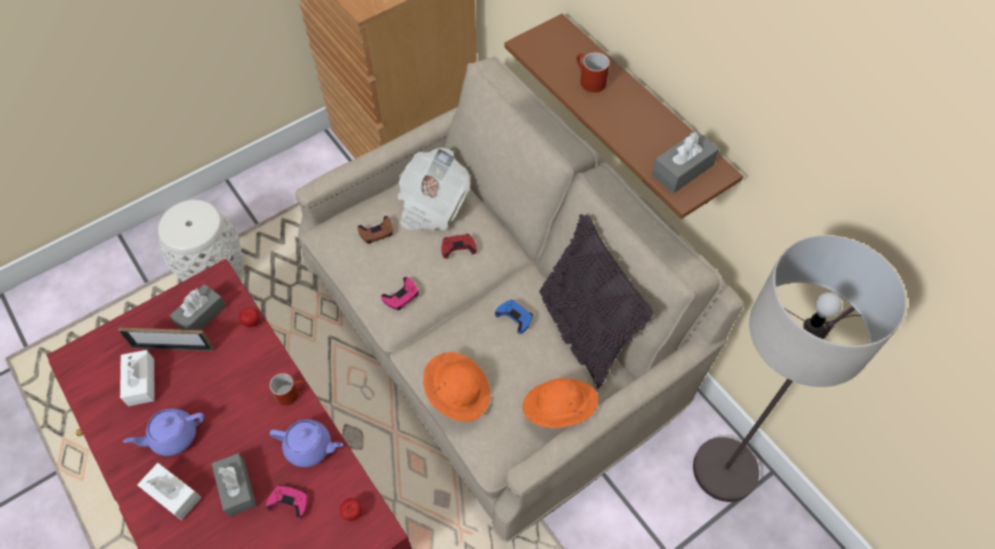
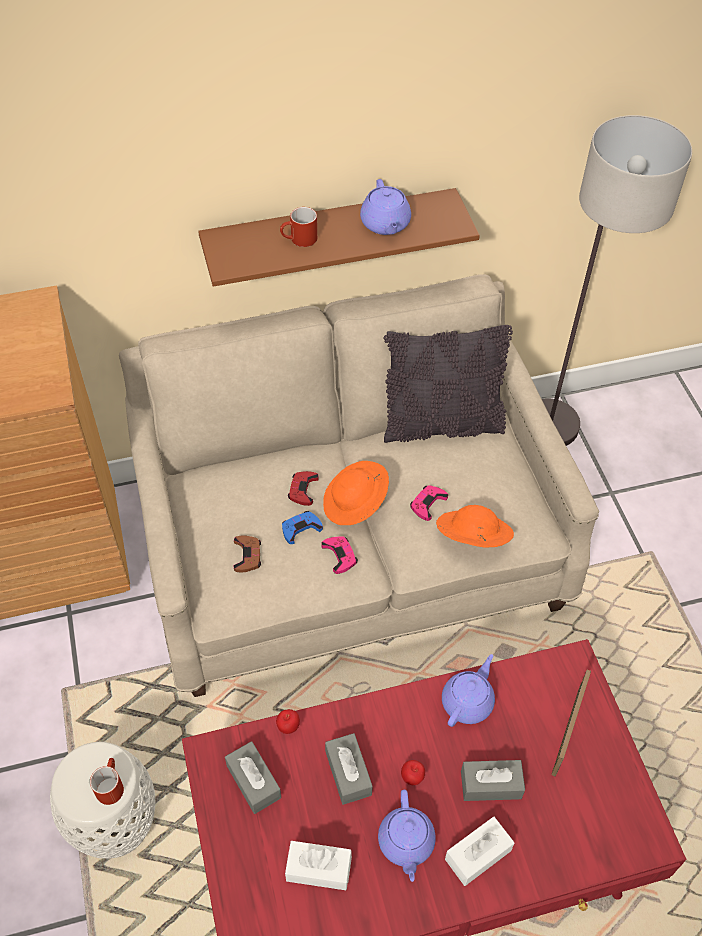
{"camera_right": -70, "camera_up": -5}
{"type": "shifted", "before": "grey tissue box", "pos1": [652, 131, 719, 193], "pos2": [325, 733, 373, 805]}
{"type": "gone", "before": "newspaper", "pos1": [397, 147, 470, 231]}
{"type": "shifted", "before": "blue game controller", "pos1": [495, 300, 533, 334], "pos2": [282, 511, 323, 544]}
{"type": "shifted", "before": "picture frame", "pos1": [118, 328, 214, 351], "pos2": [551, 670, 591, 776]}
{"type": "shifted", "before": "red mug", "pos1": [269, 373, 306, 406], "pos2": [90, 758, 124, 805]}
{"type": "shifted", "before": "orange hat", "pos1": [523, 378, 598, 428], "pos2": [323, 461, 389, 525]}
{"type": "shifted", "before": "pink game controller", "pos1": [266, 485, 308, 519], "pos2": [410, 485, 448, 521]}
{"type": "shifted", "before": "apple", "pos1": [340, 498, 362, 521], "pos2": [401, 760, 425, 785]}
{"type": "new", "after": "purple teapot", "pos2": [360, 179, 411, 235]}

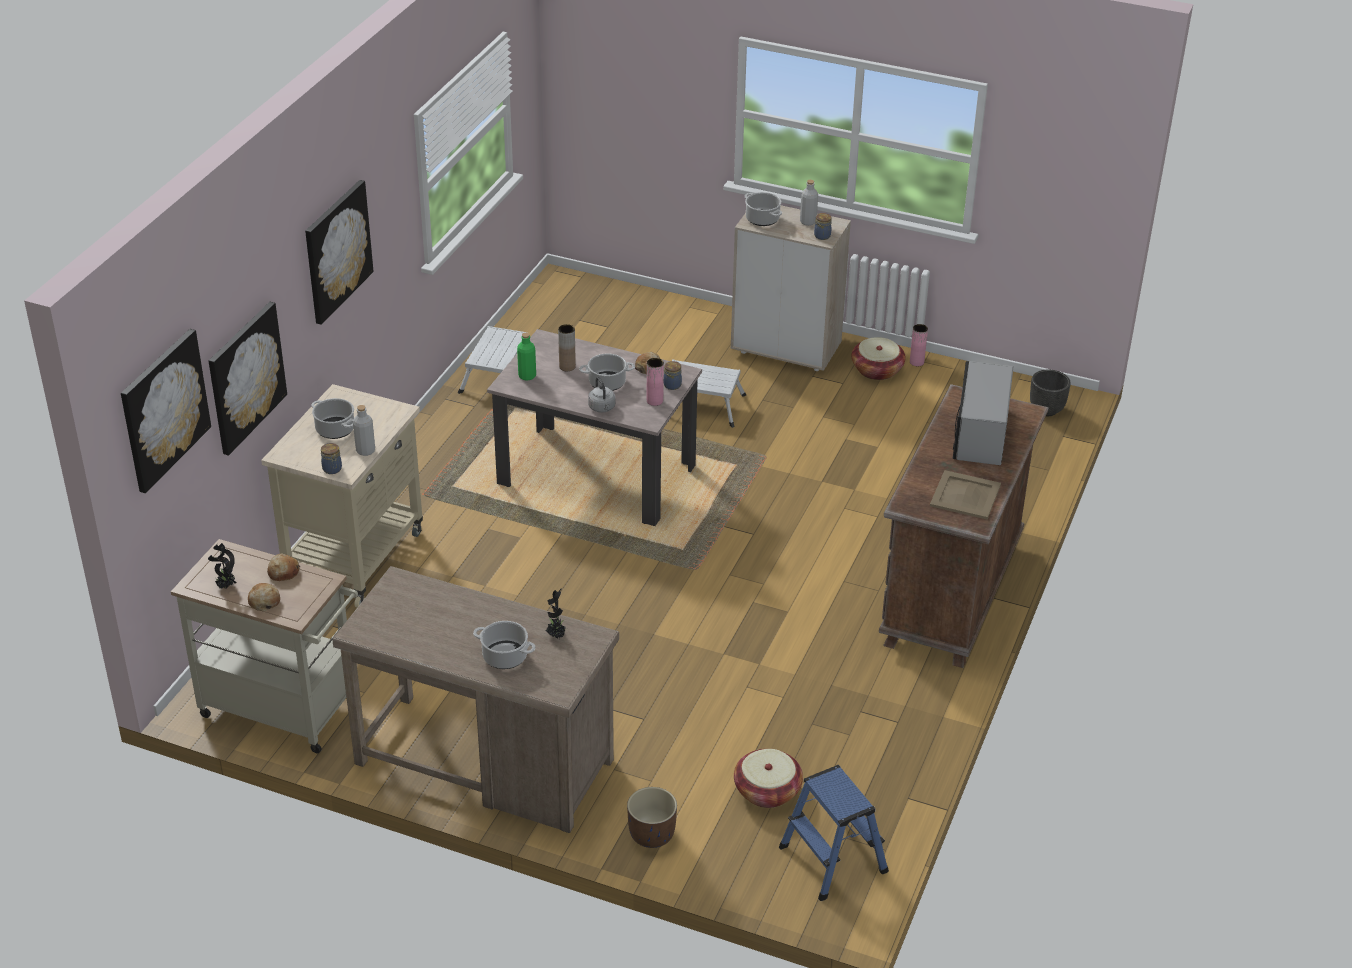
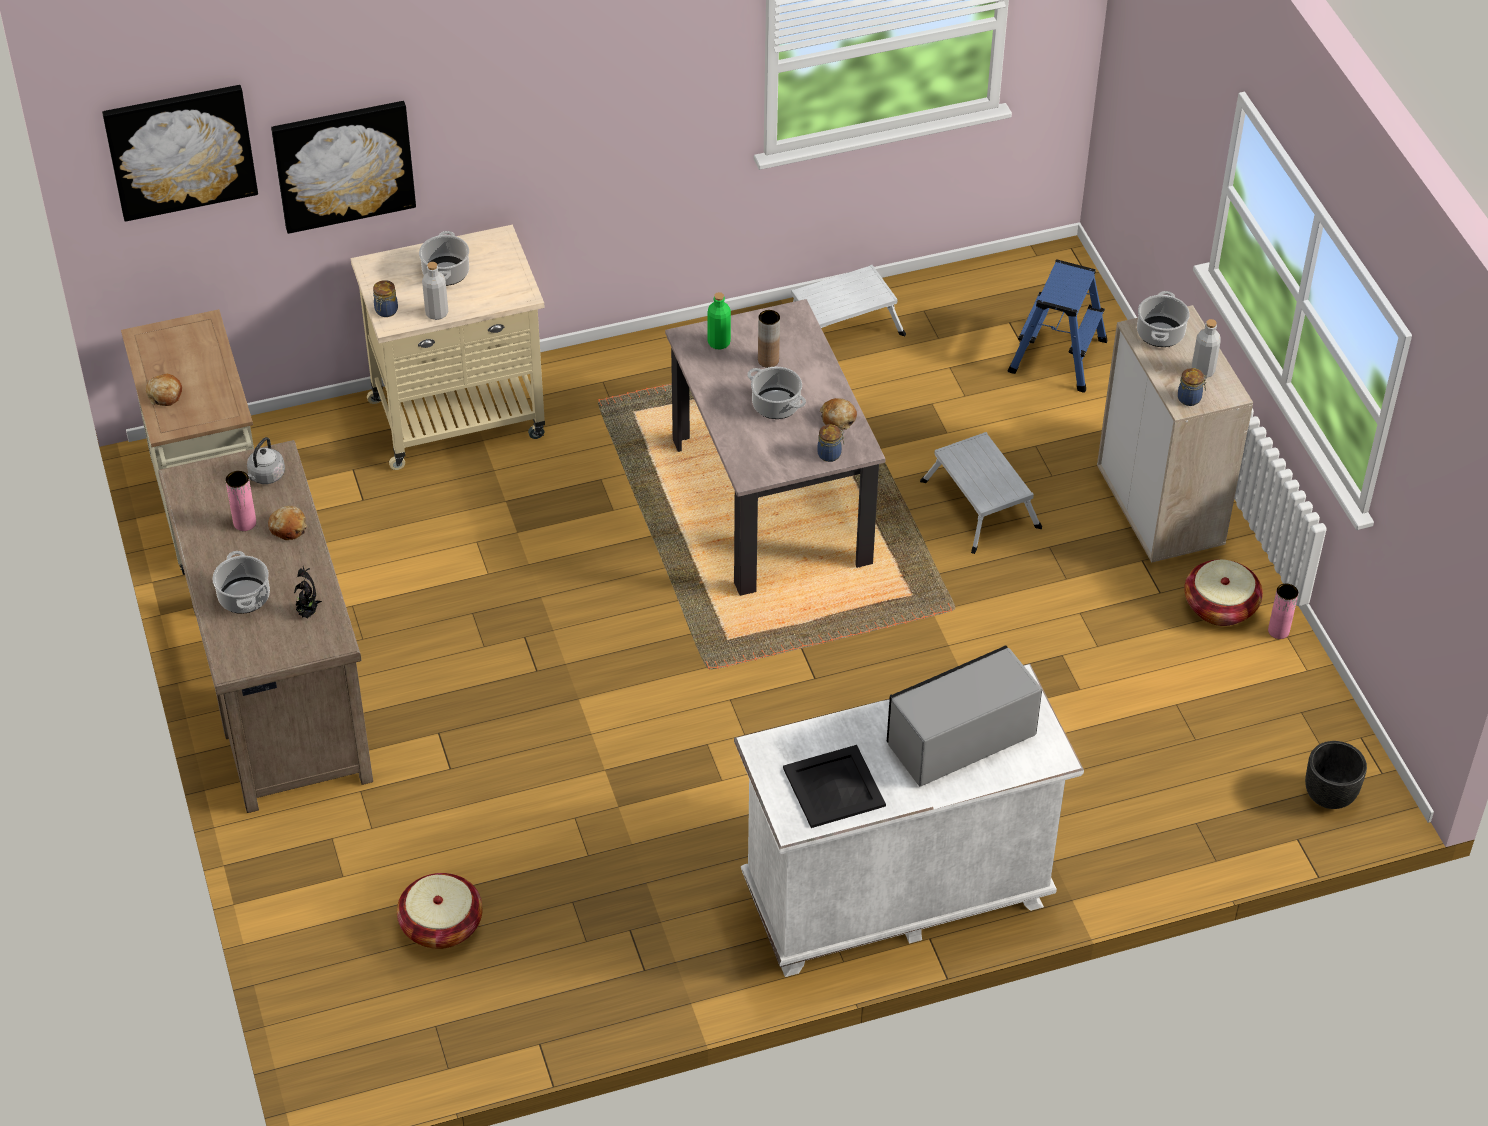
{"camera_right": 50, "camera_up": 10}
{"type": "gone", "before": "picture", "pos1": [305, 180, 374, 325]}
{"type": "shifted", "before": "pink vase", "pos1": [647, 358, 664, 406], "pos2": [225, 471, 256, 531]}
{"type": "shifted", "before": "grey kettle", "pos1": [588, 377, 616, 413], "pos2": [247, 437, 285, 484]}
{"type": "repainted", "before": "brown dresser", "after": "white dresser", "pos1": [879, 384, 1049, 668], "pos2": [734, 664, 1084, 977]}
{"type": "repainted", "before": "beige tray", "after": "black tray", "pos1": [930, 470, 1001, 520], "pos2": [783, 745, 886, 828]}
{"type": "gone", "before": "potted plant", "pos1": [208, 543, 237, 589]}
{"type": "shifted", "before": "bread", "pos1": [267, 554, 300, 581], "pos2": [268, 506, 307, 540]}
{"type": "shifted", "before": "blue step ladder", "pos1": [779, 765, 889, 901], "pos2": [1008, 259, 1108, 393]}
{"type": "gone", "before": "brown planter", "pos1": [627, 787, 677, 848]}

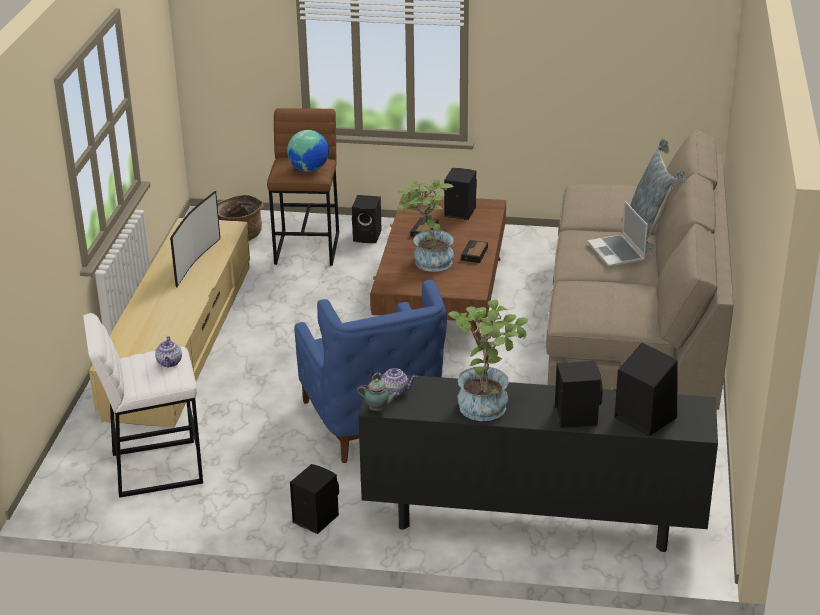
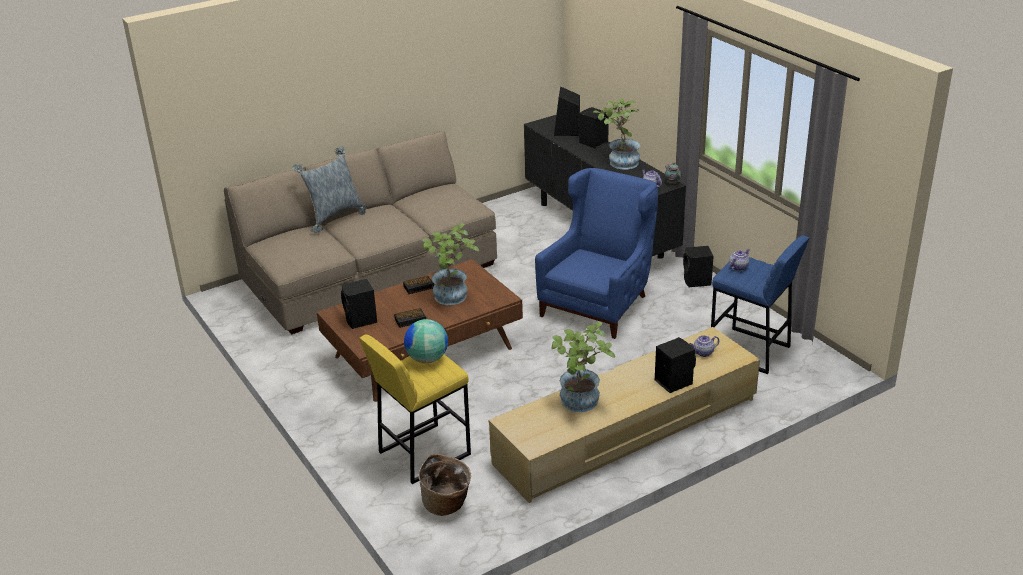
{"camera_right": -130, "camera_up": 0}
{"type": "repainted", "before": "brown stool", "after": "yellow stool", "pos1": [267, 108, 339, 266], "pos2": [359, 335, 471, 484]}
{"type": "swapped", "before": "television", "after": "potted plant", "pos1": [170, 191, 220, 287], "pos2": [551, 321, 615, 412]}
{"type": "shifted", "before": "black speaker", "pos1": [352, 195, 382, 243], "pos2": [655, 337, 696, 393]}
{"type": "gone", "before": "laptop", "pos1": [588, 201, 648, 267]}
{"type": "repainted", "before": "white stool", "after": "blue stool", "pos1": [83, 313, 203, 498], "pos2": [711, 235, 809, 374]}
{"type": "new", "after": "teapot", "pos2": [689, 335, 719, 357]}

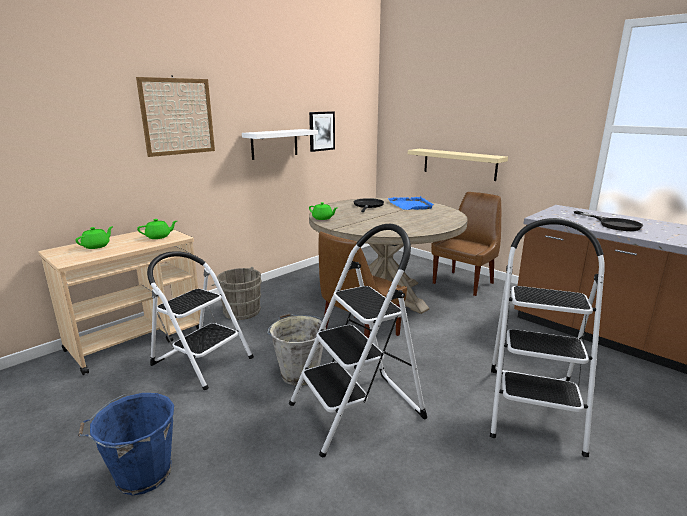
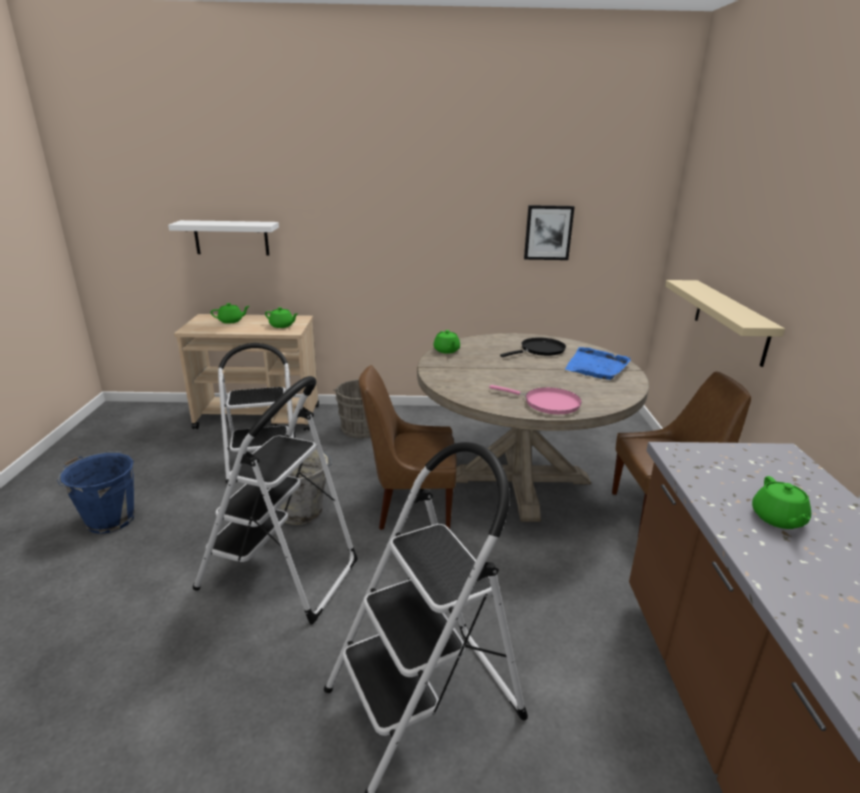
{"camera_right": 45, "camera_up": 5}
{"type": "gone", "before": "picture", "pos1": [136, 75, 215, 157]}
{"type": "shifted", "before": "white shelf", "pos1": [242, 129, 318, 160], "pos2": [168, 220, 279, 255]}
{"type": "swapped", "before": "black frying pan", "after": "green teapot", "pos1": [574, 211, 643, 231], "pos2": [752, 476, 811, 529]}
{"type": "new", "after": "pink frying pan", "pos2": [489, 385, 582, 414]}

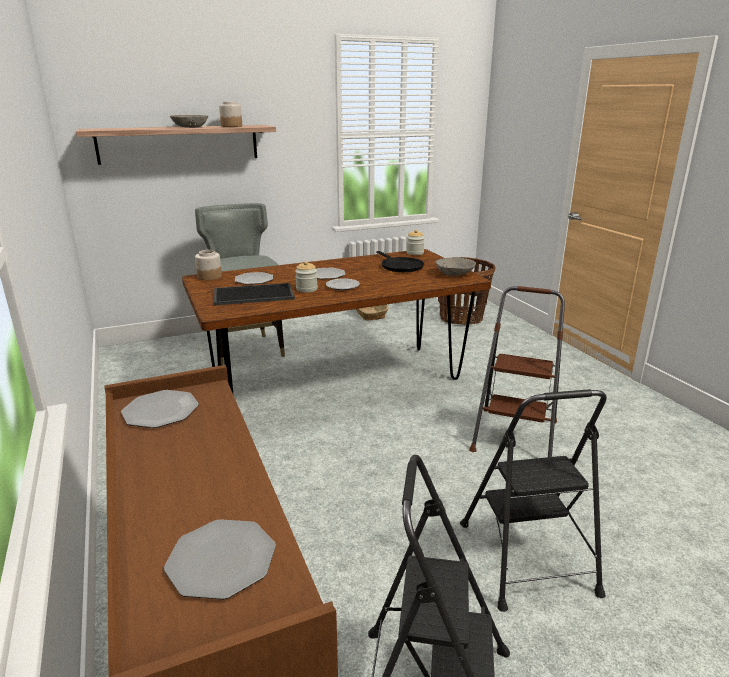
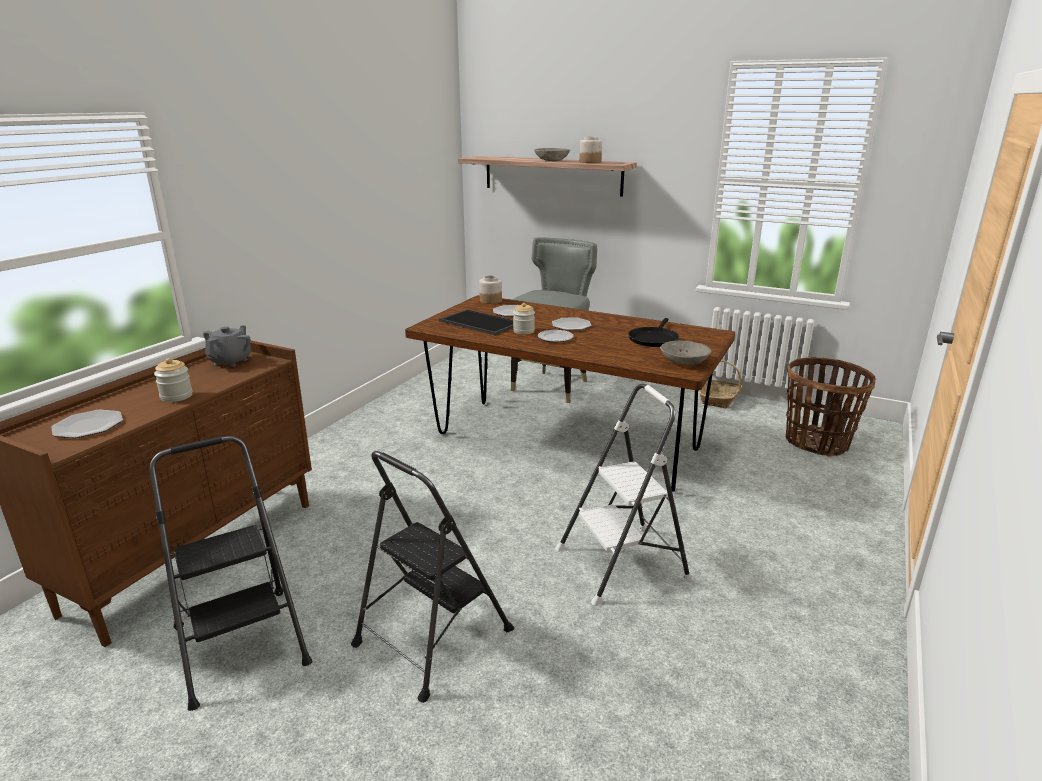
{"camera_right": 50, "camera_up": 0}
{"type": "shifted", "before": "jar", "pos1": [406, 230, 425, 255], "pos2": [154, 358, 192, 402]}
{"type": "repainted", "before": "brown step ladder", "after": "white step ladder", "pos1": [469, 286, 565, 457], "pos2": [555, 384, 694, 606]}
{"type": "swapped", "before": "plate", "after": "grey teapot", "pos1": [121, 390, 199, 428], "pos2": [203, 325, 251, 367]}

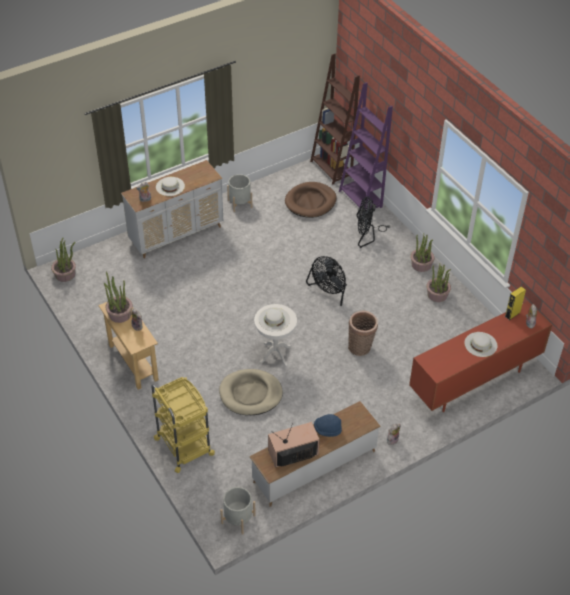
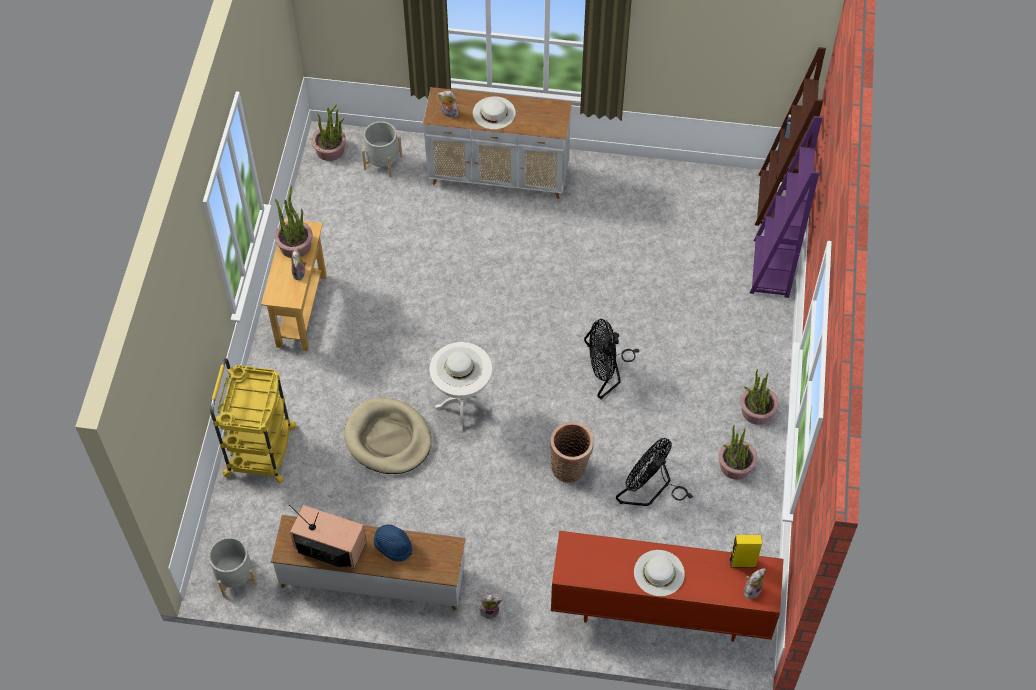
{"camera_right": 40, "camera_up": 10}
{"type": "shifted", "before": "grey planter", "pos1": [227, 174, 252, 212], "pos2": [362, 121, 402, 178]}
{"type": "gone", "before": "brown dog bed", "pos1": [285, 182, 337, 218]}
{"type": "shifted", "before": "black fan", "pos1": [357, 196, 390, 248], "pos2": [616, 438, 693, 506]}

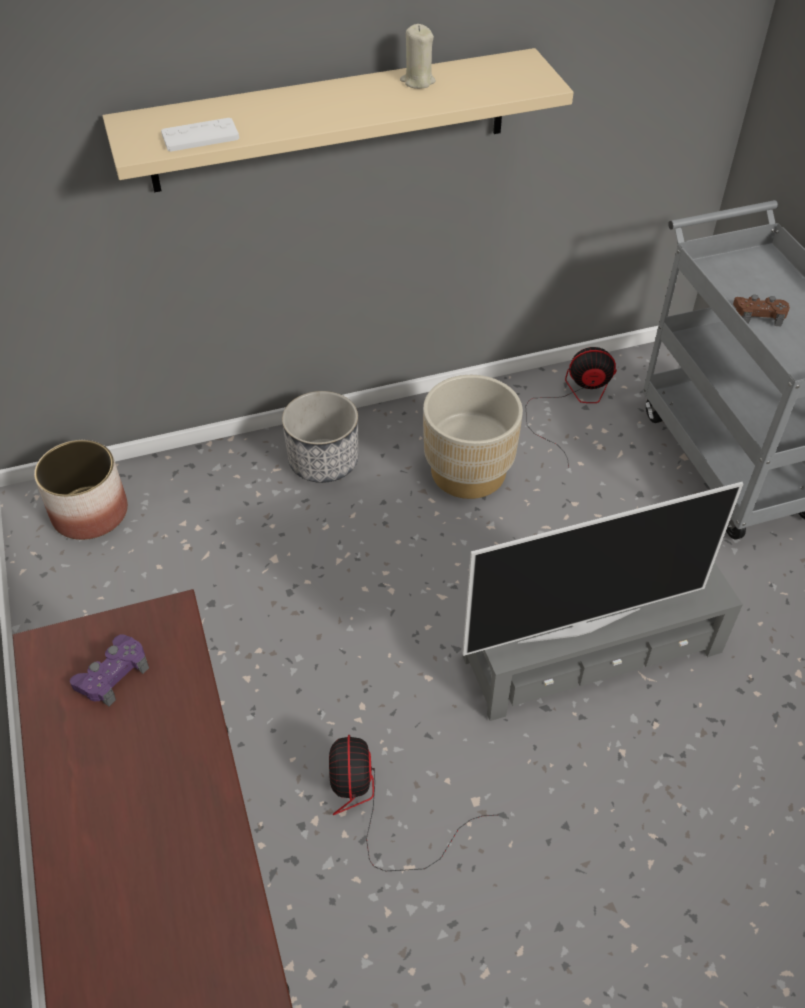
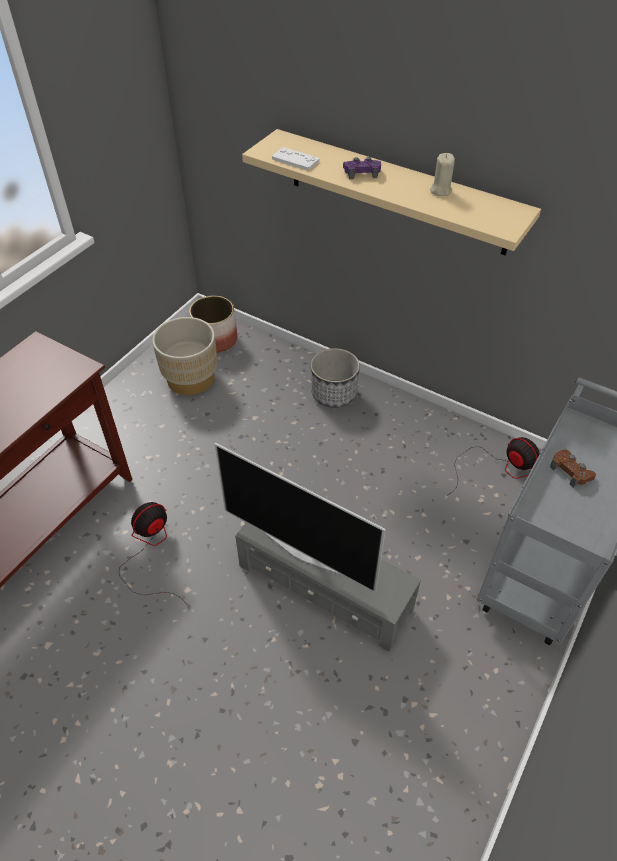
{"camera_right": 50, "camera_up": 0}
{"type": "shifted", "before": "beige planter", "pos1": [423, 375, 523, 499], "pos2": [152, 317, 217, 395]}
{"type": "shifted", "before": "purple game controller", "pos1": [70, 635, 149, 707], "pos2": [343, 157, 381, 179]}

